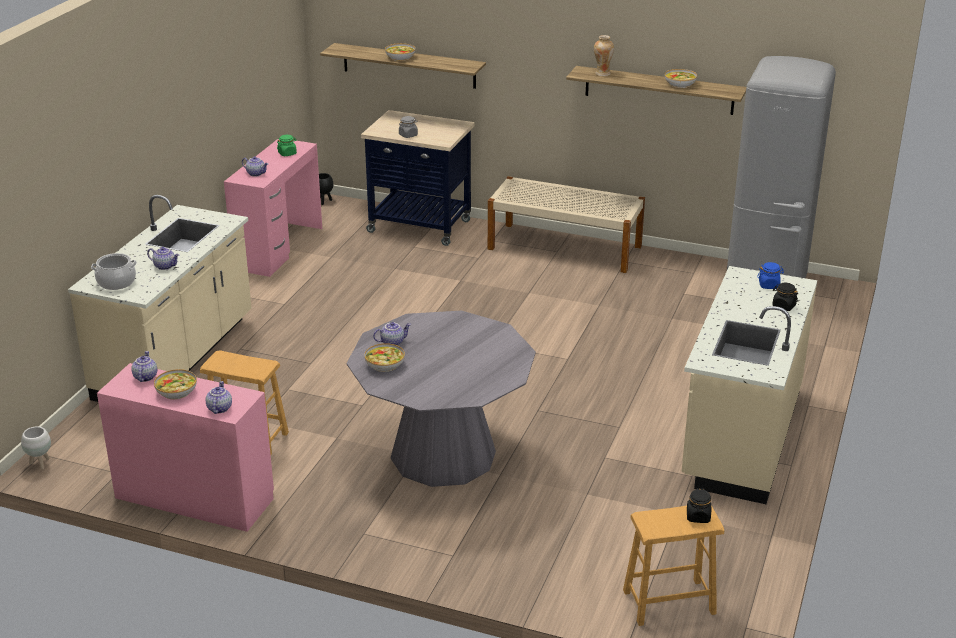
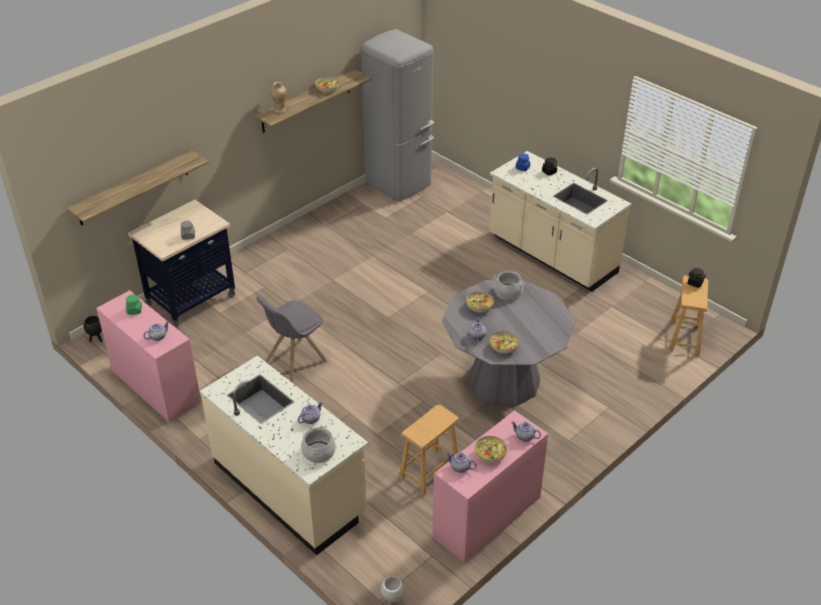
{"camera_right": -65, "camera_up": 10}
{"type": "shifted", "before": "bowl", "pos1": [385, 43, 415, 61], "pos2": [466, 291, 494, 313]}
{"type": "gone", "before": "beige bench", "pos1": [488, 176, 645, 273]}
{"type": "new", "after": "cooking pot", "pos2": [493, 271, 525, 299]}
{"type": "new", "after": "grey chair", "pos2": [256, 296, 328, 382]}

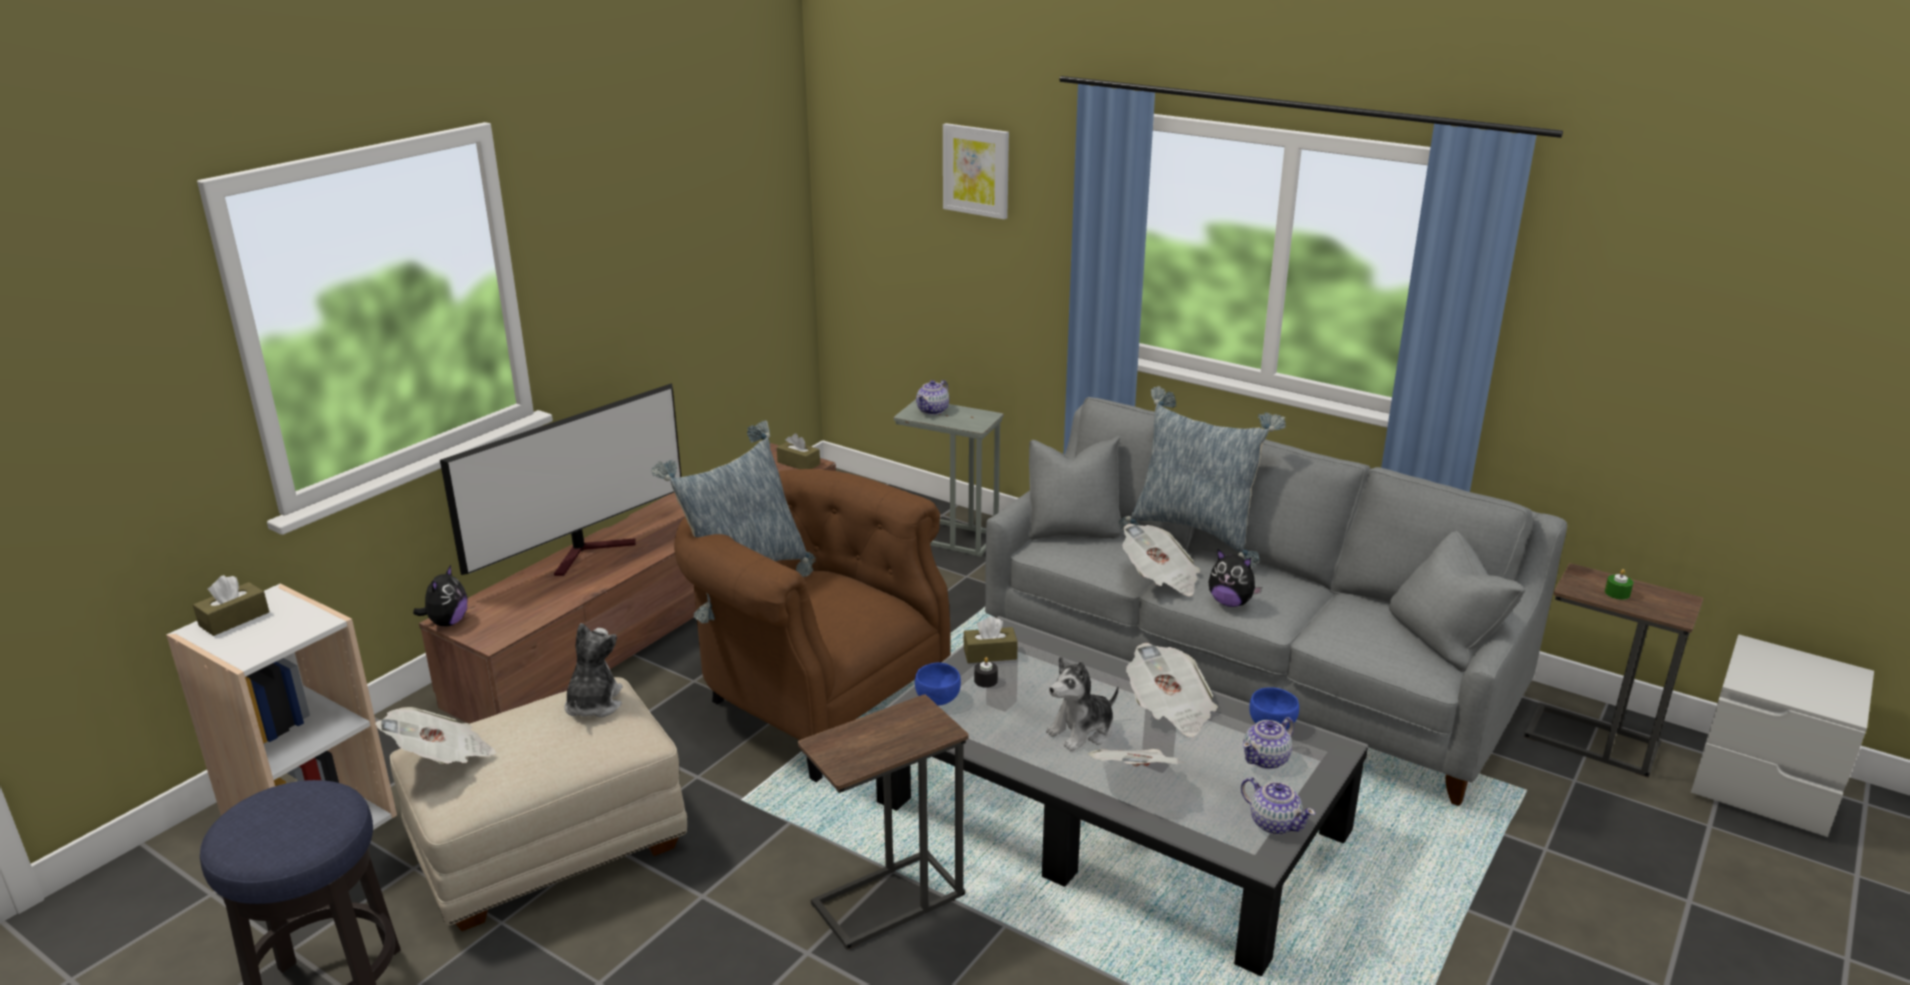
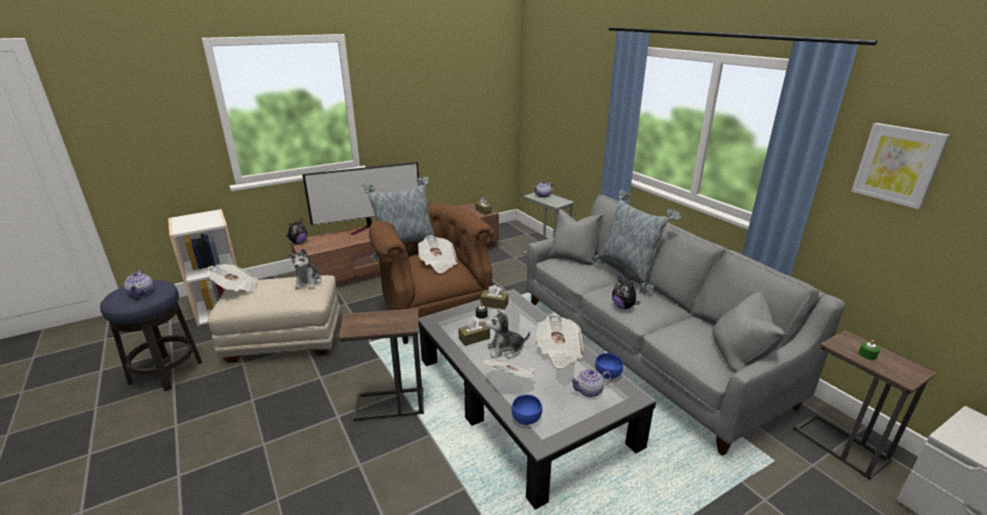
{"camera_right": 25, "camera_up": 0}
{"type": "shifted", "before": "picture", "pos1": [943, 123, 1009, 219], "pos2": [852, 123, 950, 209]}
{"type": "shifted", "before": "newspaper", "pos1": [1122, 524, 1200, 596], "pos2": [418, 235, 458, 273]}
{"type": "shifted", "before": "brown tissue box", "pos1": [193, 575, 269, 636], "pos2": [458, 317, 490, 346]}
{"type": "rotated", "before": "plush toy", "pos1": [564, 623, 622, 717], "pos2": [289, 249, 322, 289], "turn": 150}
{"type": "shifted", "before": "blue bowl", "pos1": [915, 663, 961, 706], "pos2": [512, 395, 542, 425]}
{"type": "shifted", "before": "teapot", "pos1": [1241, 777, 1316, 835], "pos2": [124, 270, 153, 297]}

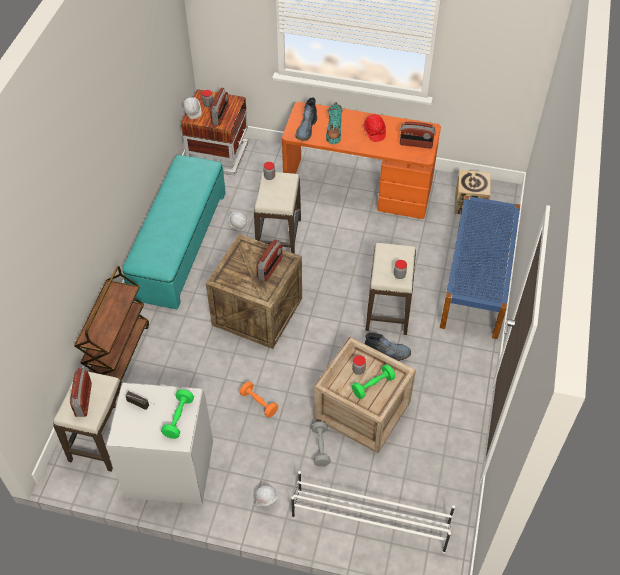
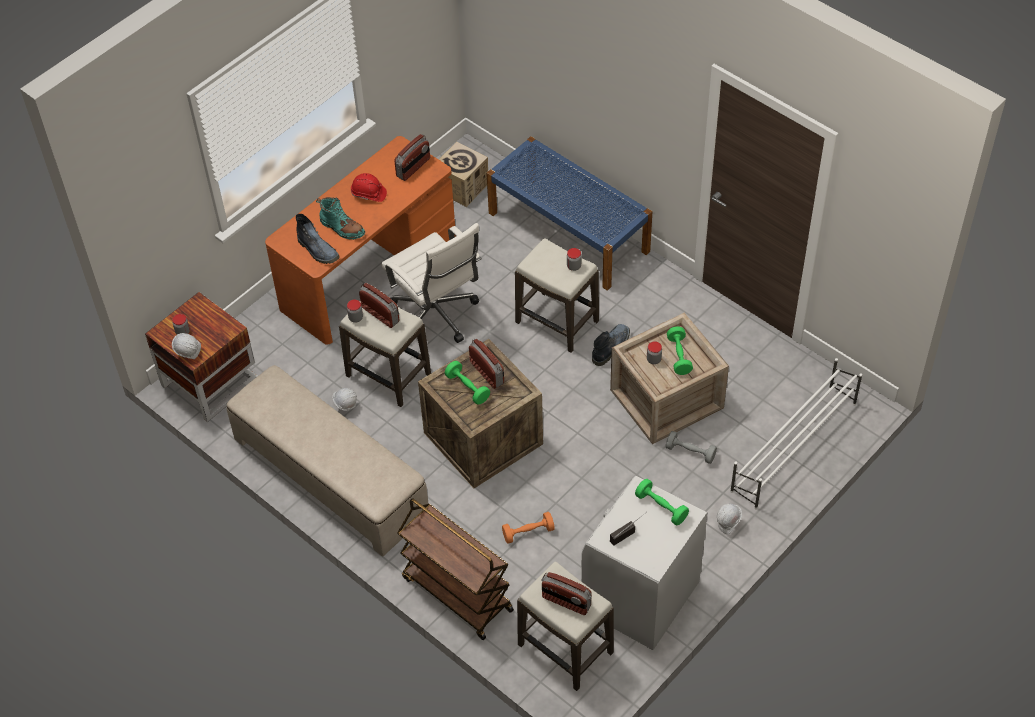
{"camera_right": -60, "camera_up": 0}
{"type": "shifted", "before": "radio", "pos1": [210, 88, 229, 126], "pos2": [359, 283, 399, 328]}
{"type": "repainted", "before": "turquoise bench", "after": "beige bench", "pos1": [122, 155, 226, 309], "pos2": [227, 365, 429, 556]}
{"type": "shifted", "before": "orange dumbbell", "pos1": [240, 381, 278, 418], "pos2": [502, 512, 555, 544]}
{"type": "new", "after": "white office chair", "pos2": [381, 223, 482, 343]}
{"type": "new", "after": "green dumbbell", "pos2": [445, 361, 490, 404]}

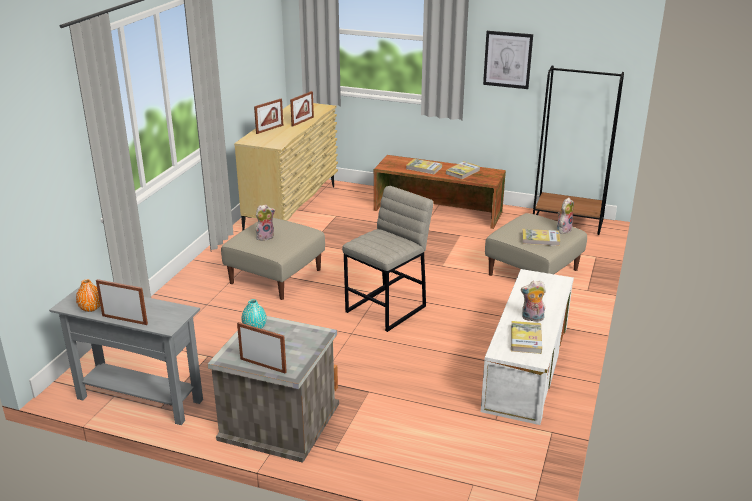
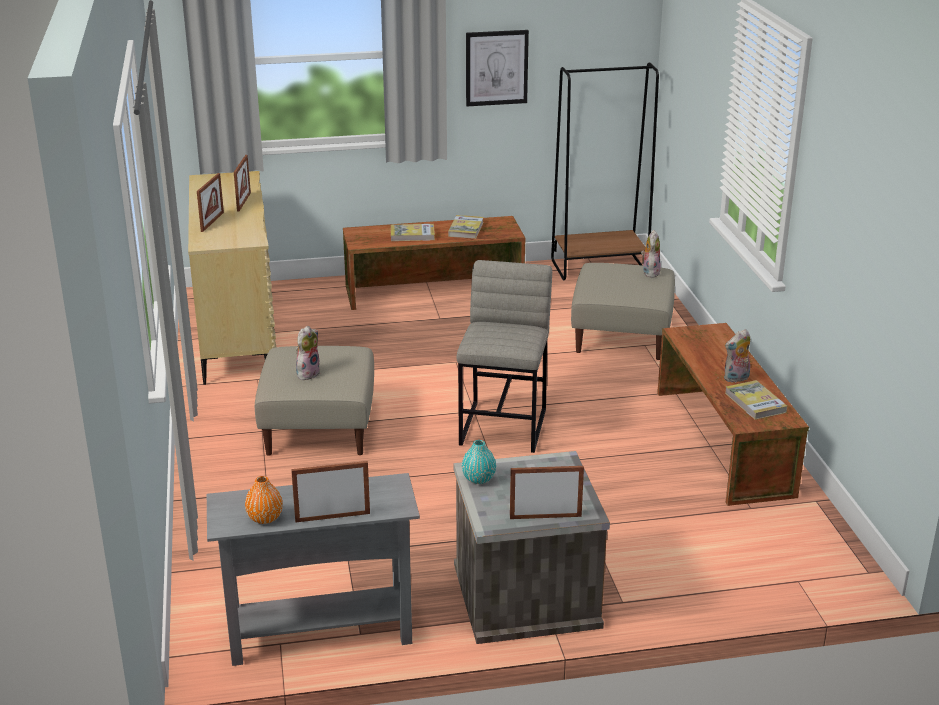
{"camera_right": -30, "camera_up": 0}
{"type": "gone", "before": "book", "pos1": [522, 229, 560, 246]}
{"type": "repainted", "before": "white bench", "after": "brown bench", "pos1": [481, 269, 574, 425], "pos2": [657, 323, 809, 506]}

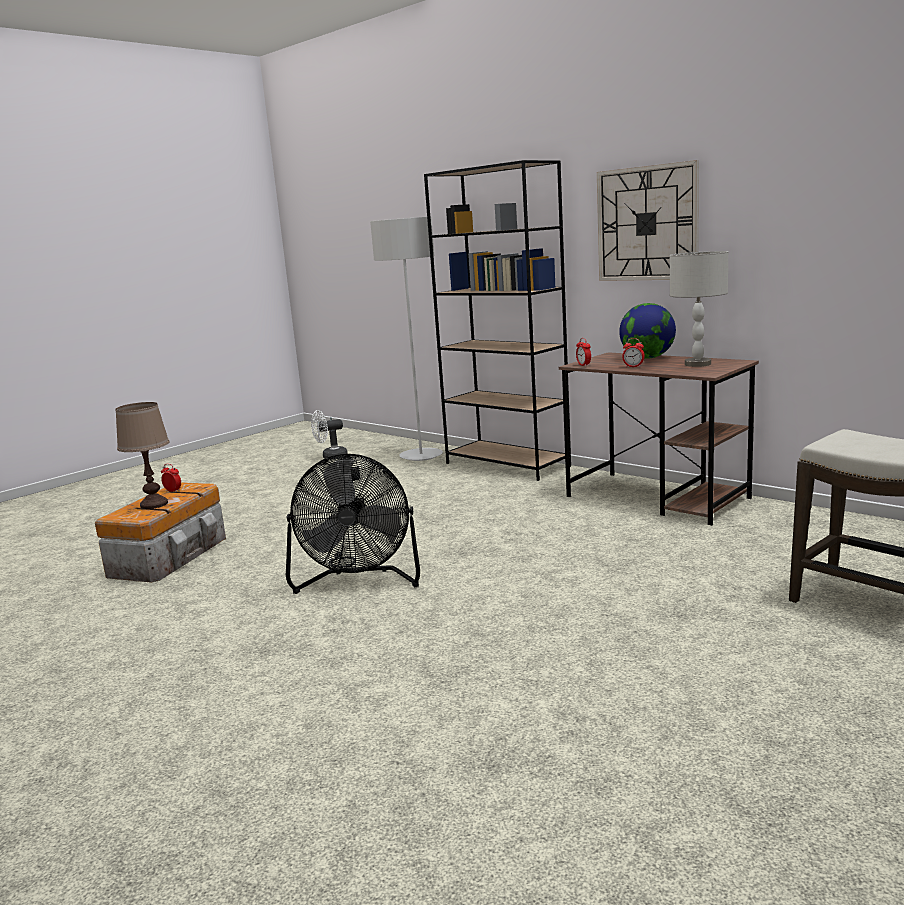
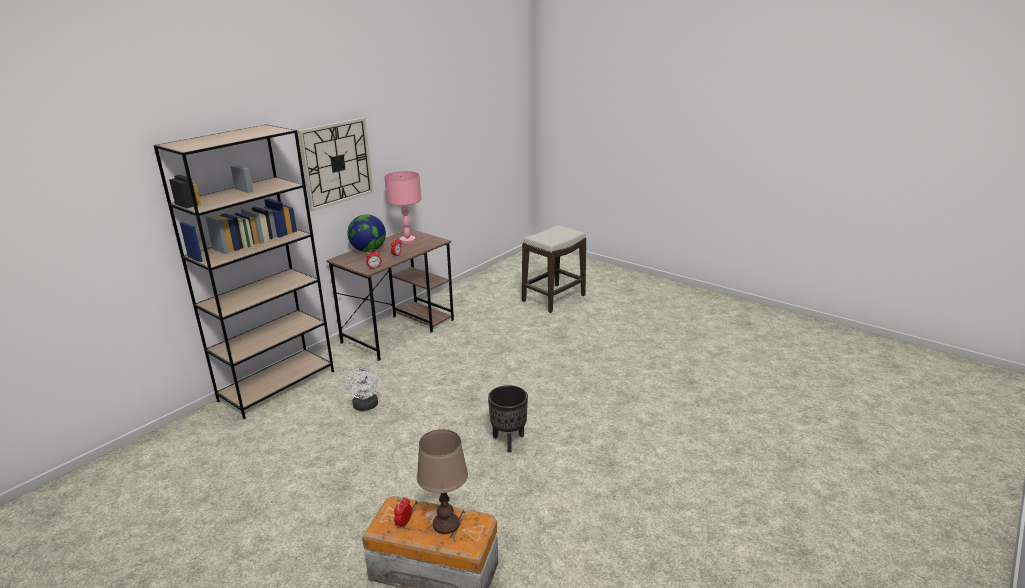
{"camera_right": -95, "camera_up": 10}
{"type": "gone", "before": "grey floor lamp", "pos1": [370, 217, 443, 461]}
{"type": "repainted", "before": "grey table lamp", "after": "pink table lamp", "pos1": [670, 251, 728, 367], "pos2": [384, 171, 421, 244]}
{"type": "shifted", "before": "white fan", "pos1": [311, 410, 348, 459], "pos2": [346, 367, 381, 411]}
{"type": "swapped", "before": "black fan", "after": "black planter", "pos1": [286, 454, 420, 594], "pos2": [488, 385, 528, 452]}

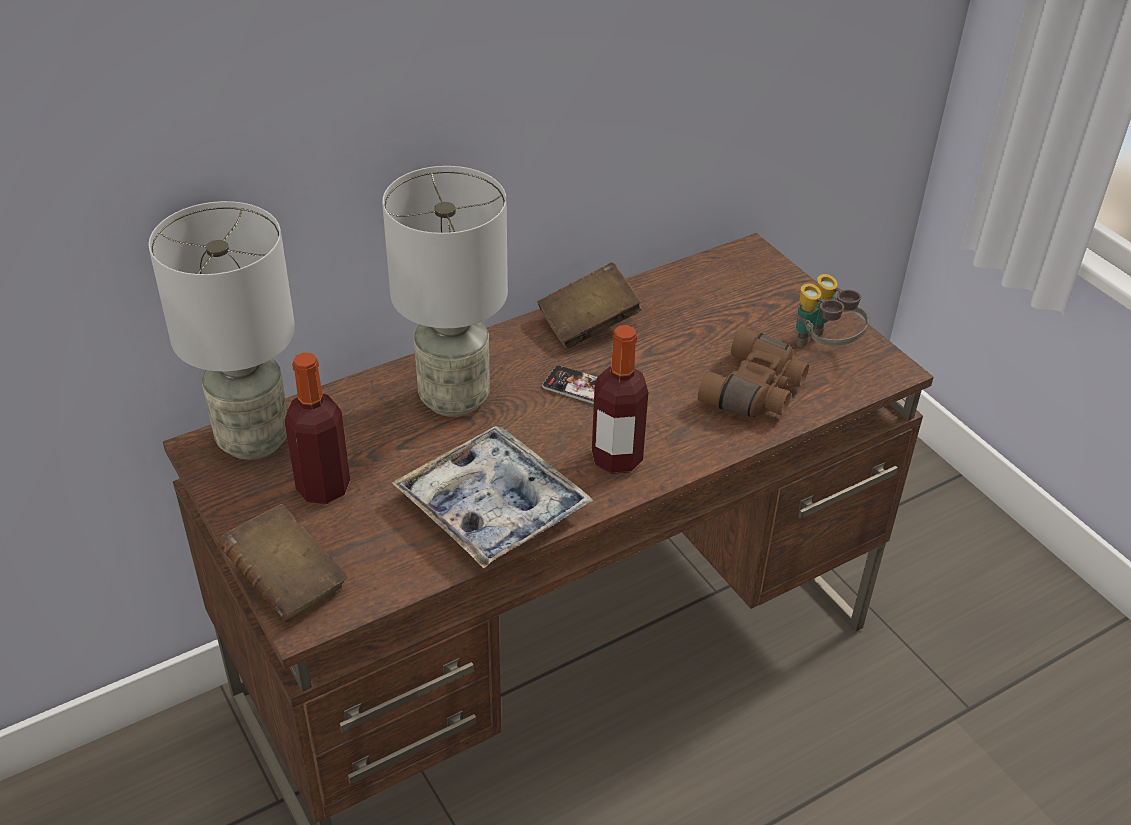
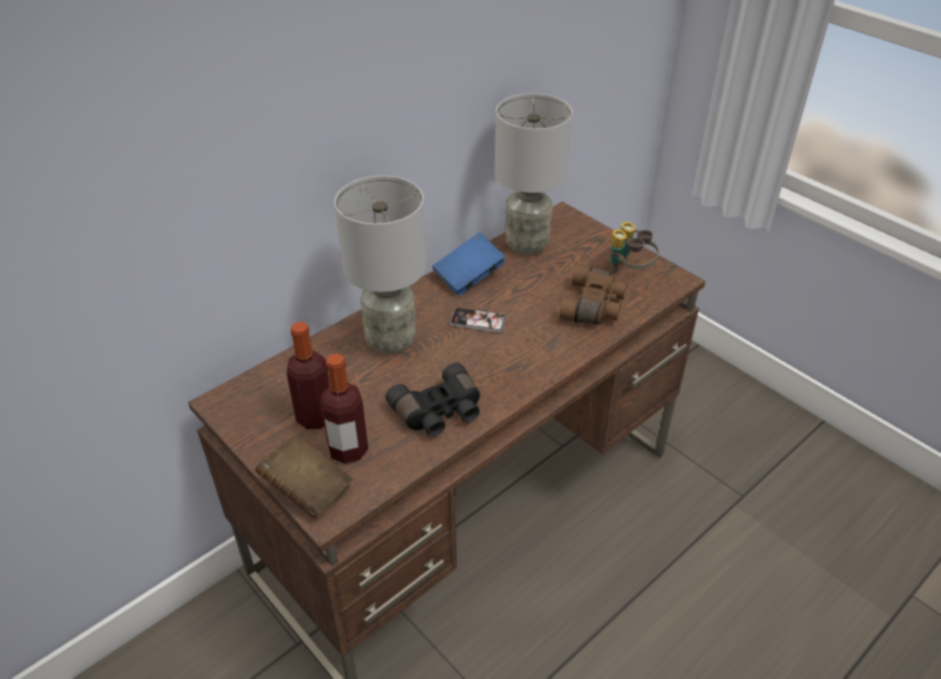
{"camera_right": -10, "camera_up": 0}
{"type": "shifted", "before": "grey table lamp", "pos1": [148, 201, 295, 460], "pos2": [495, 93, 572, 255]}
{"type": "repainted", "before": "brown book", "after": "blue book", "pos1": [538, 262, 642, 349], "pos2": [432, 232, 506, 296]}
{"type": "shifted", "before": "bottle", "pos1": [592, 325, 648, 474], "pos2": [320, 354, 368, 464]}
{"type": "swapped", "before": "tray", "after": "black binoculars", "pos1": [392, 426, 593, 569], "pos2": [385, 362, 480, 437]}

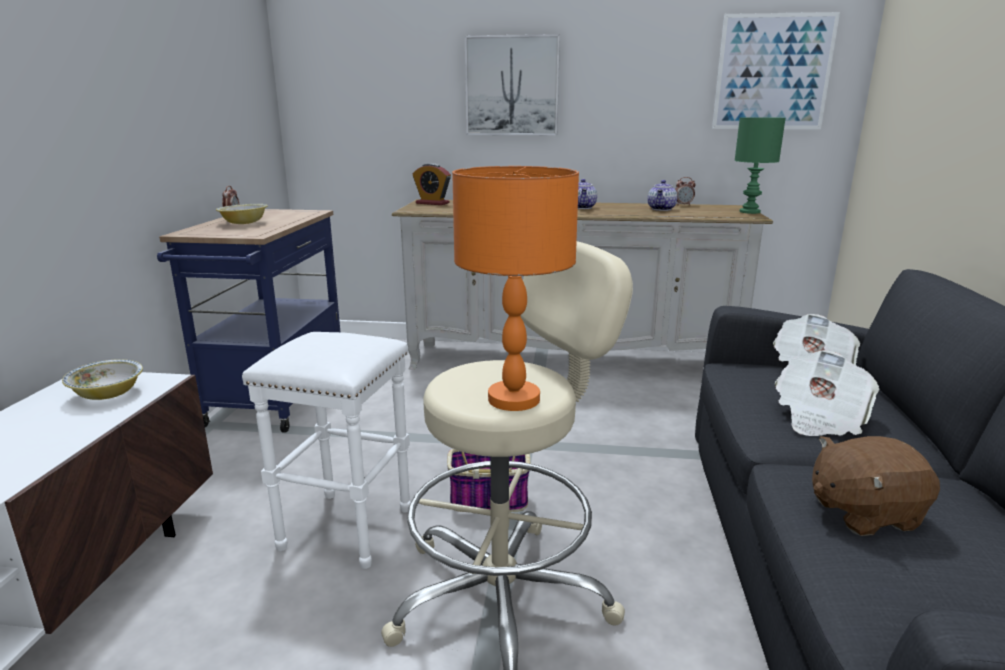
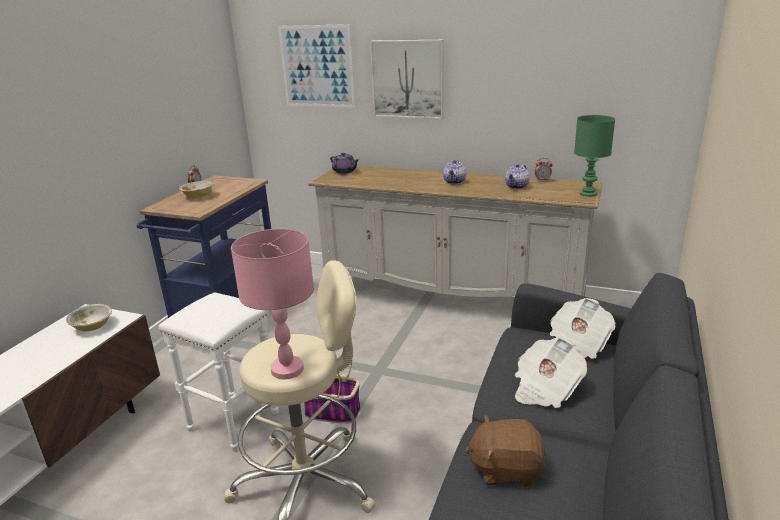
{"camera_right": 15, "camera_up": 5}
{"type": "shifted", "before": "picture", "pos1": [712, 12, 840, 129], "pos2": [278, 24, 356, 108]}
{"type": "swapped", "before": "alarm clock", "after": "purple teapot", "pos1": [413, 163, 451, 205], "pos2": [330, 153, 359, 174]}
{"type": "repainted", "before": "orange table lamp", "after": "pink table lamp", "pos1": [452, 166, 579, 411], "pos2": [231, 229, 314, 379]}

